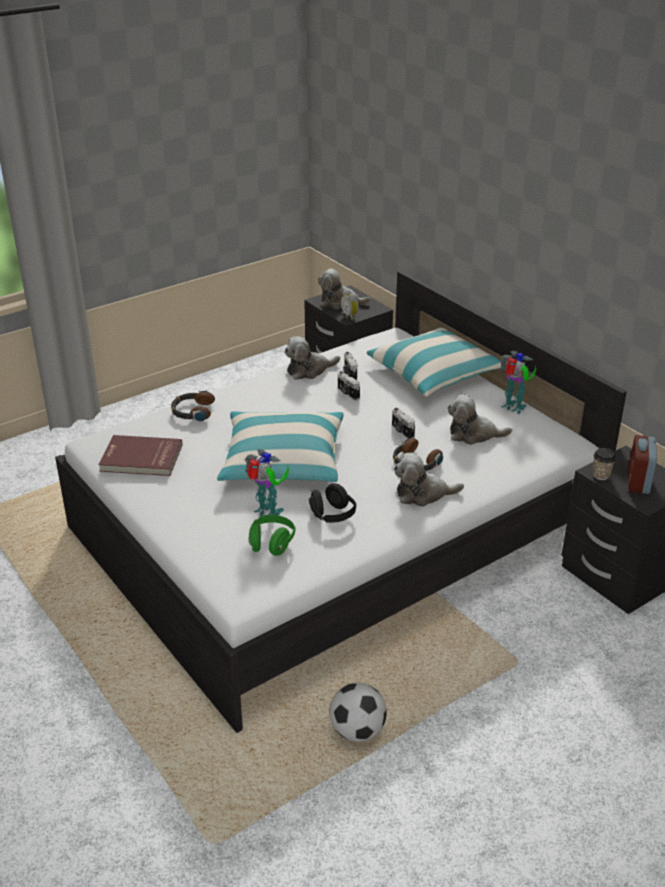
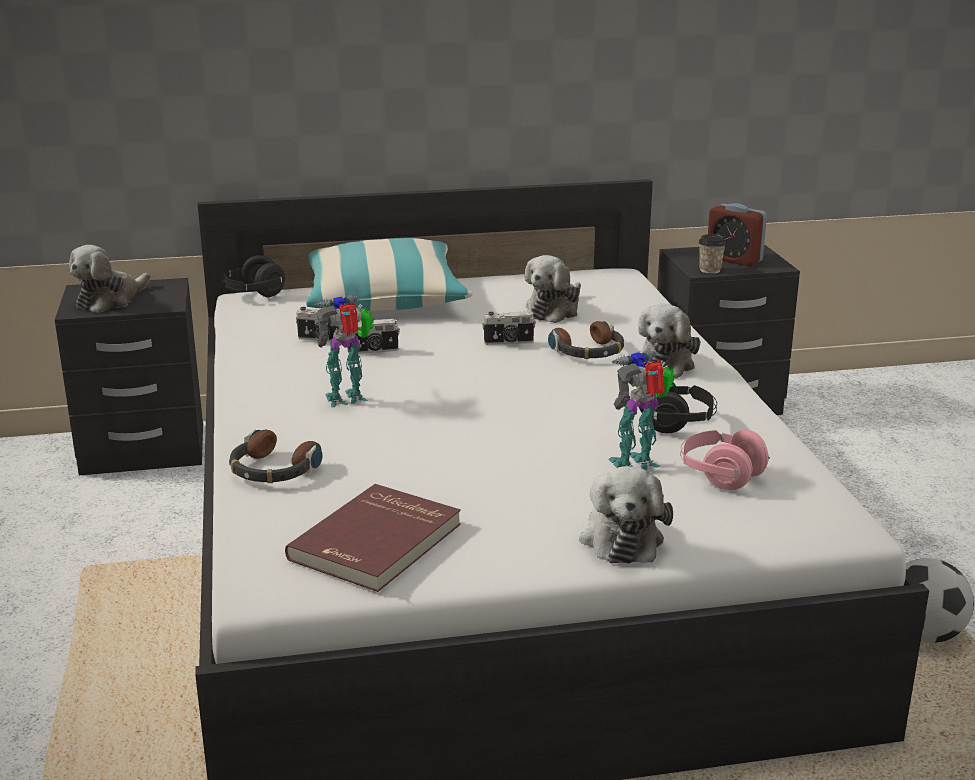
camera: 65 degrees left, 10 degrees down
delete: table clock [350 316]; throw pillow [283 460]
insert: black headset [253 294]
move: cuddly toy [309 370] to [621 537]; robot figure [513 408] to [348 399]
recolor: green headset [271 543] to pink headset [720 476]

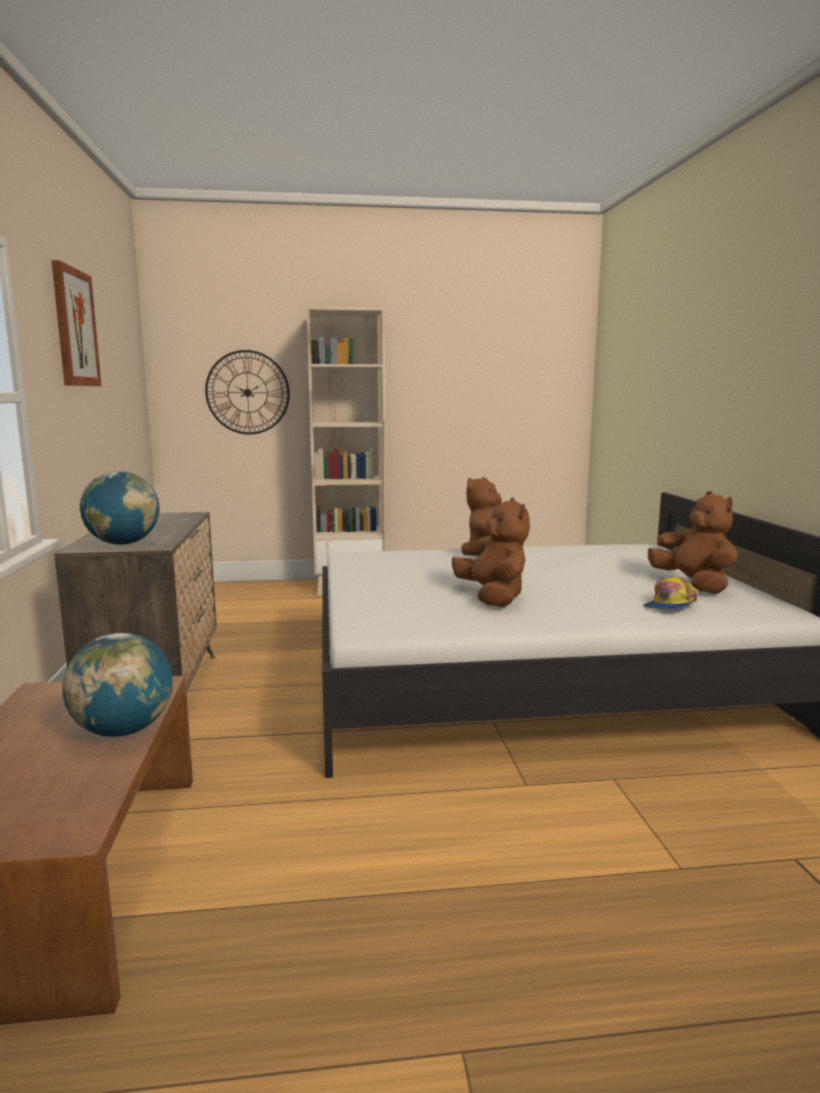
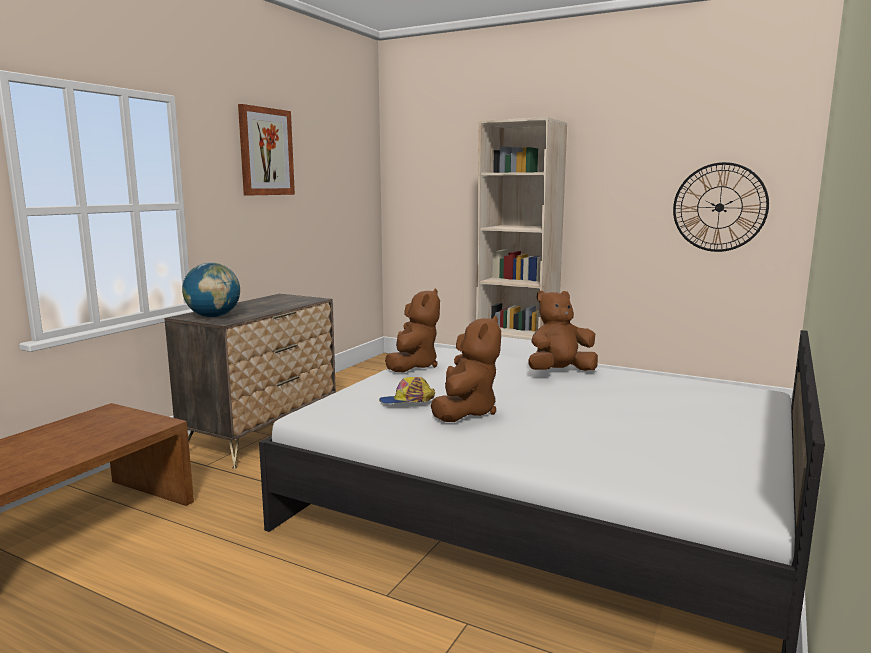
camera: 35 degrees right, 0 degrees up
delete: globe [123 731]
move: clock on the wall [247 392] to [719 207]; brown-coloured cuddly toy [693 585] to [413 366]; peaked cap [670 605] to [407 401]

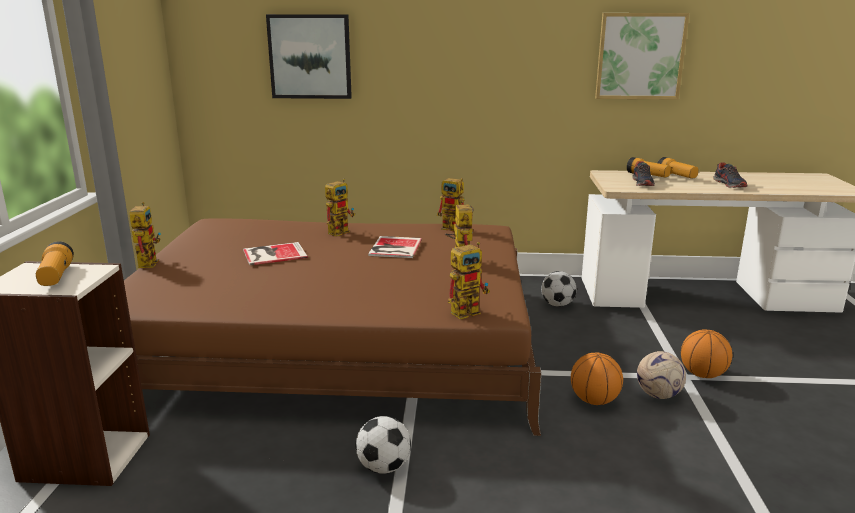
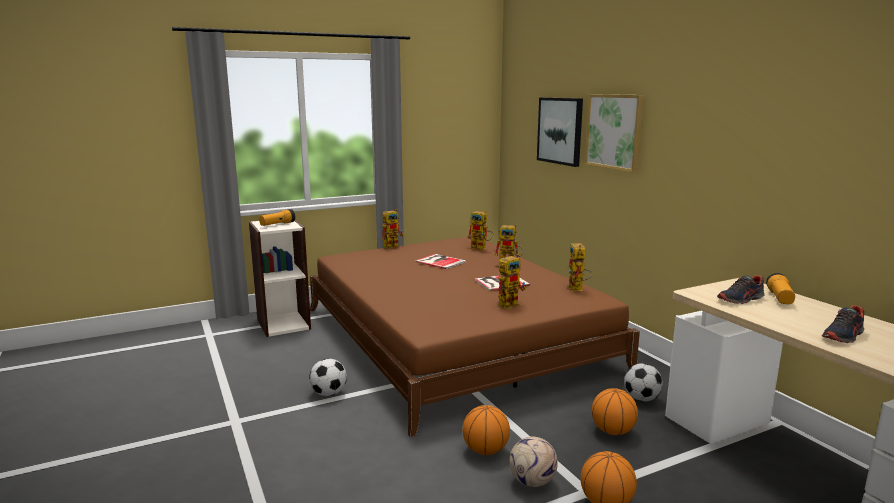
camera: 60 degrees right, 5 degrees down
delete: hand torch [676 176]
insert: ball for basketball [613 431]
move: wall picture [640 56] to [614 131]; robot figure [469 311] to [481 248]

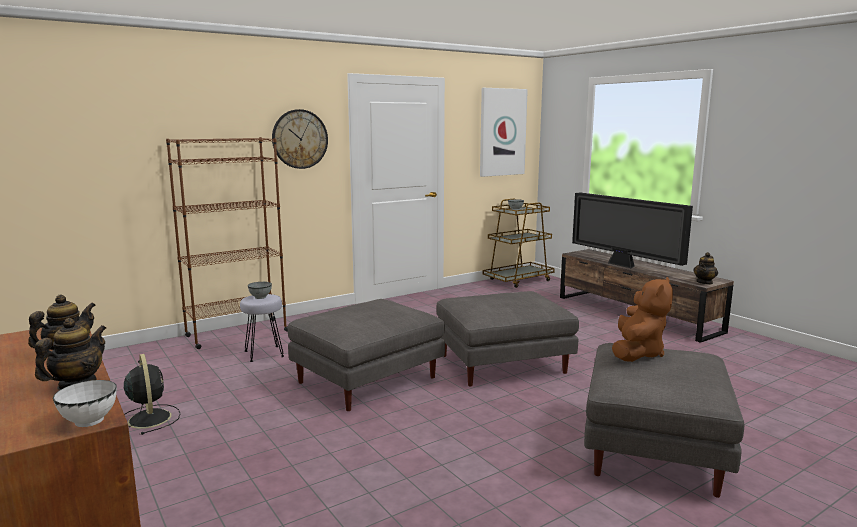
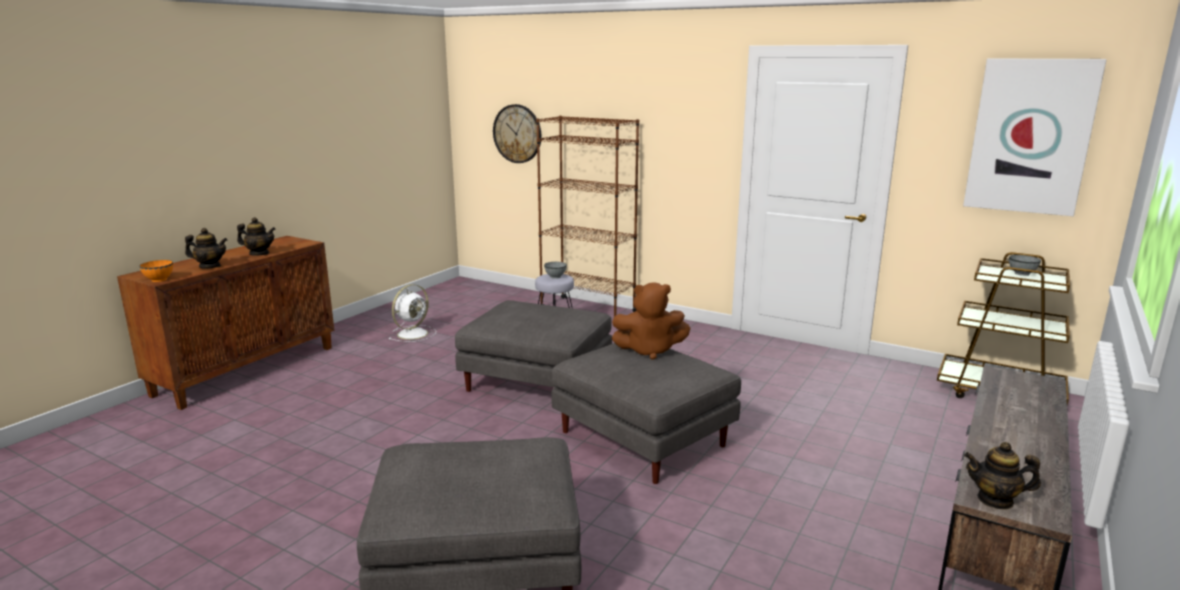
camera: 65 degrees right, 5 degrees up
delete: TV set [623 265]
move: clock on the wall [300 139] to [517 133]; brown-coloured cuddly toy [637 353] to [649 350]
recolor: black cooling fan [149 418] to whitish cooling fan [413 333]; whitish deep dish [90 420] to orange deep dish [159 280]

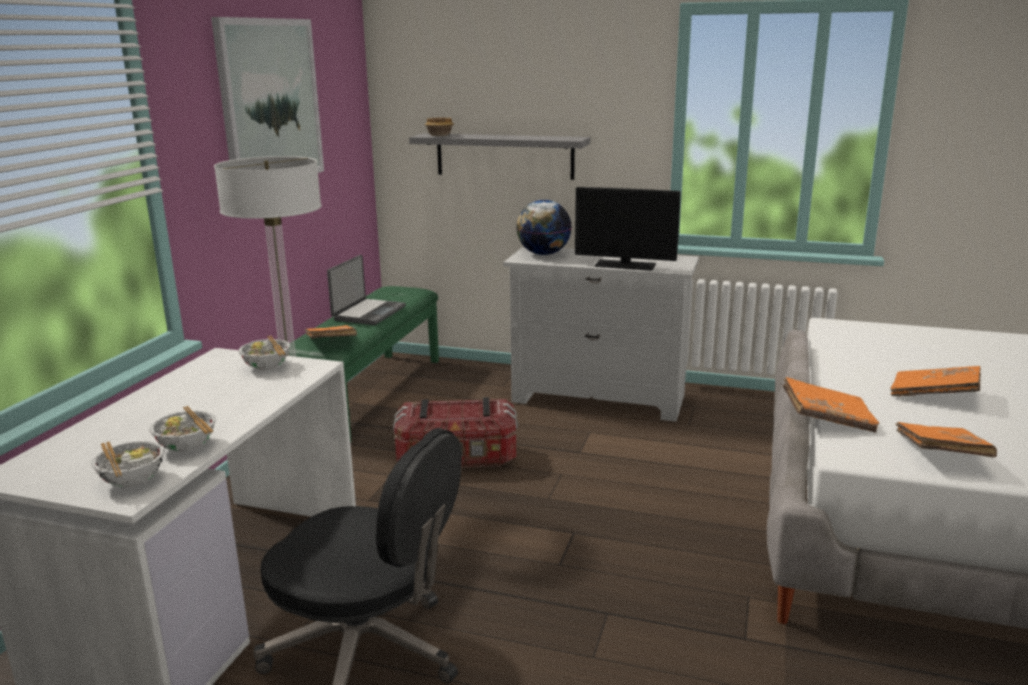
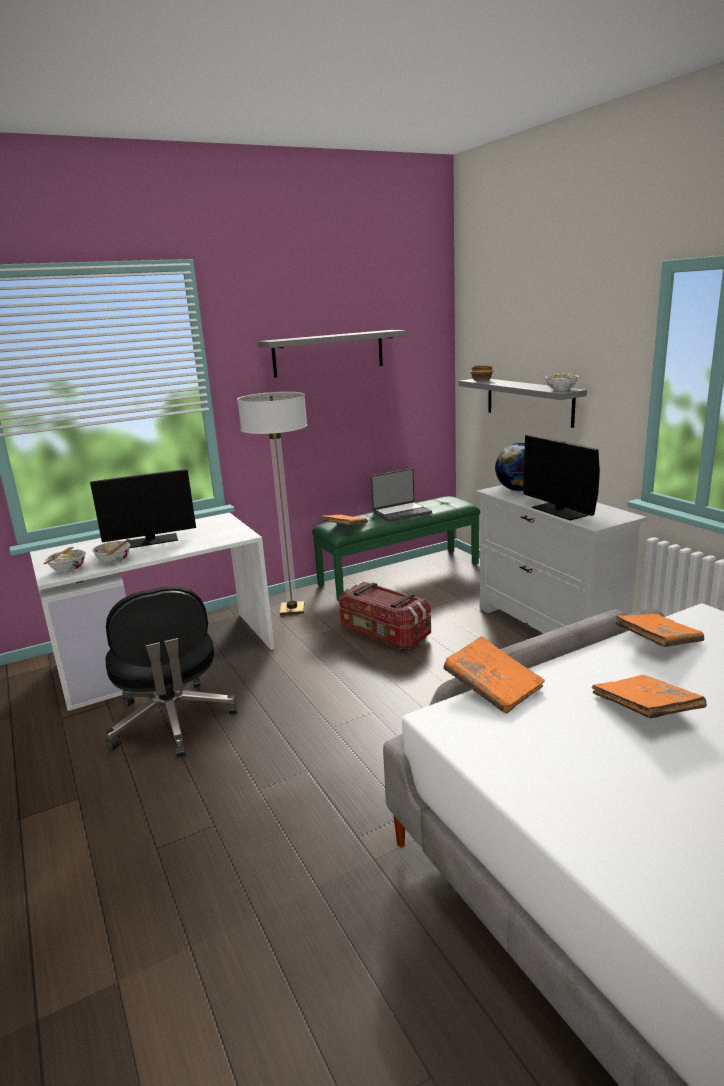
camera: 45 degrees right, 0 degrees up
insert: monitor [151 541]
move: deep dish [267 366] to [561 390]; orange bound book [940 454] to [657 641]
replace: wall picture [270 102] to grey shelf [329 353]

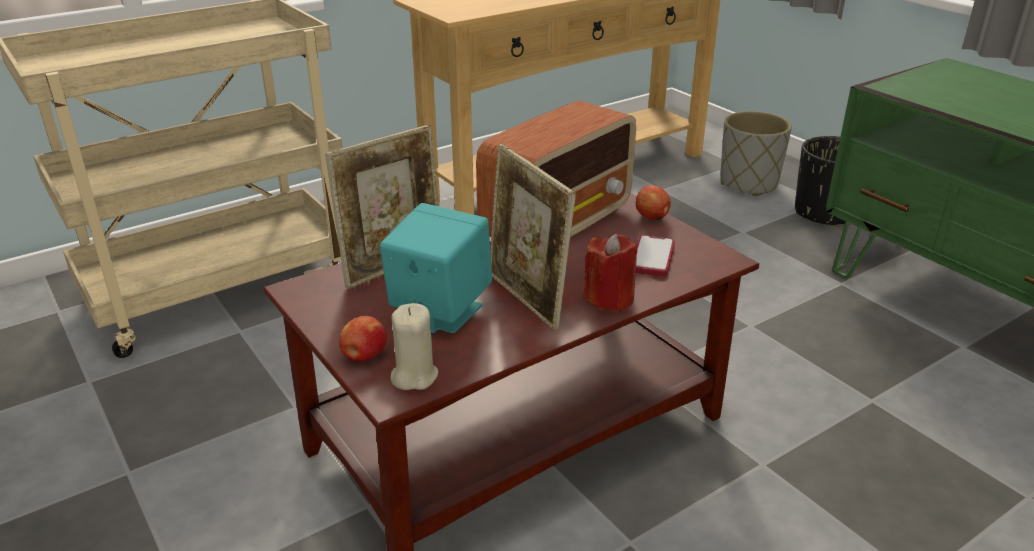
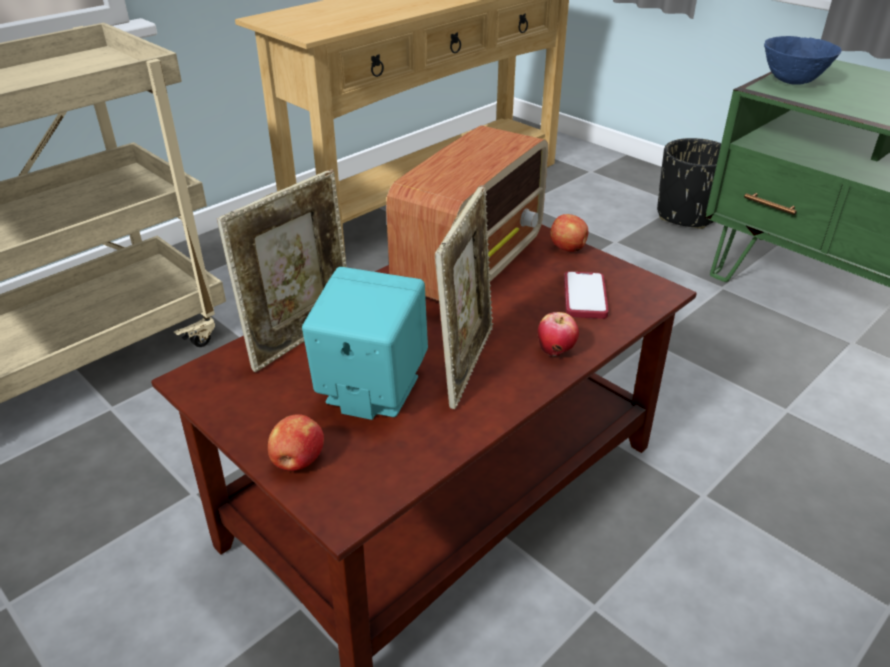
camera: 10 degrees left, 5 degrees up
delete: grey flower pot [749 184]; beige-coloured wax light [414 376]
insert: blue-coloured deep dish [793 82]
replace: red-coloured wax light [609 298] to apple [556 352]
rotate: standing frame [527 300] = [466 363] 120 degrees counterclockwise

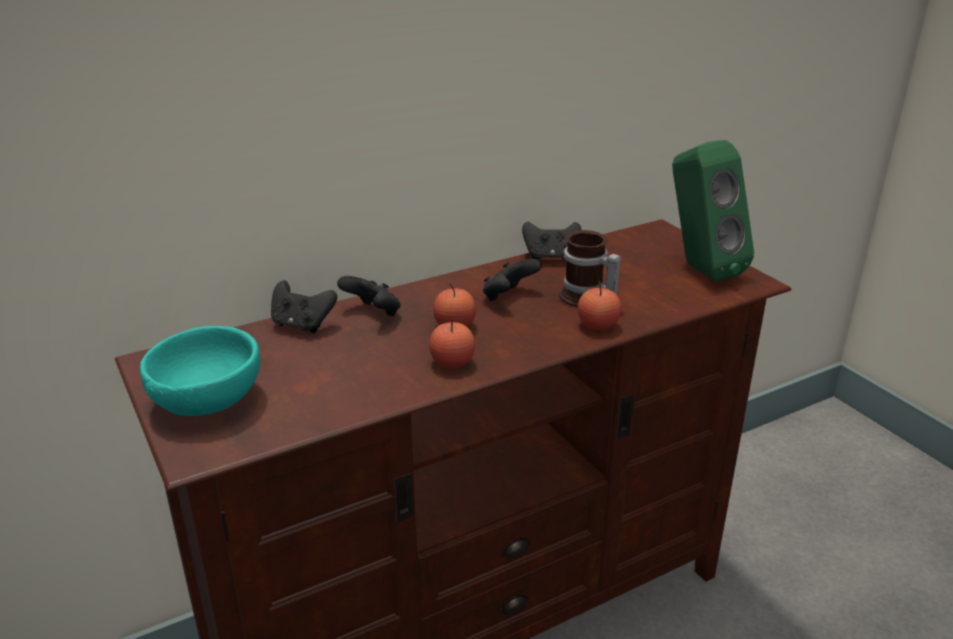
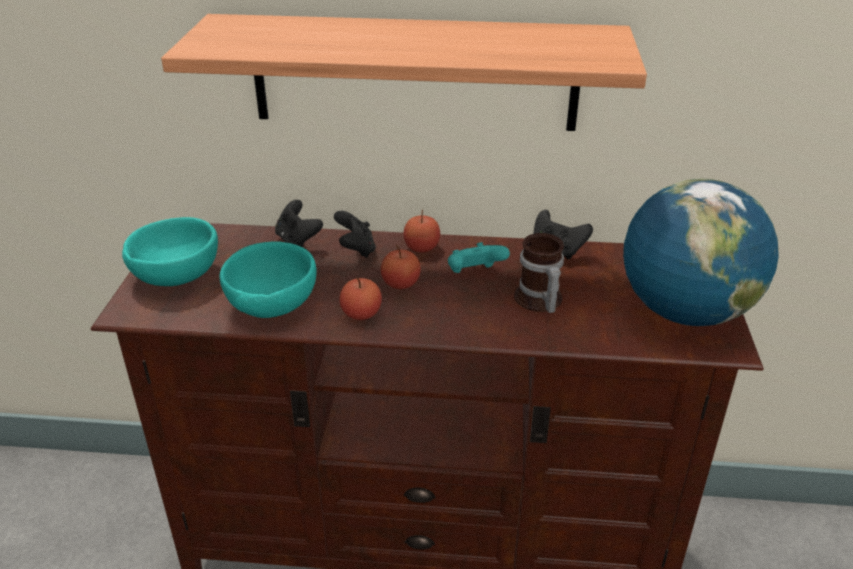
camera: 35 degrees right, 5 degrees up
insert: shelf [414 73]; blue-green deep dish [275 303]
move: apple [598 325] to [421 248]
replace: green loudspeaker [699 269] to globe [685 312]
recolor: black joypad [508 297] to blue-green joypad [474 274]

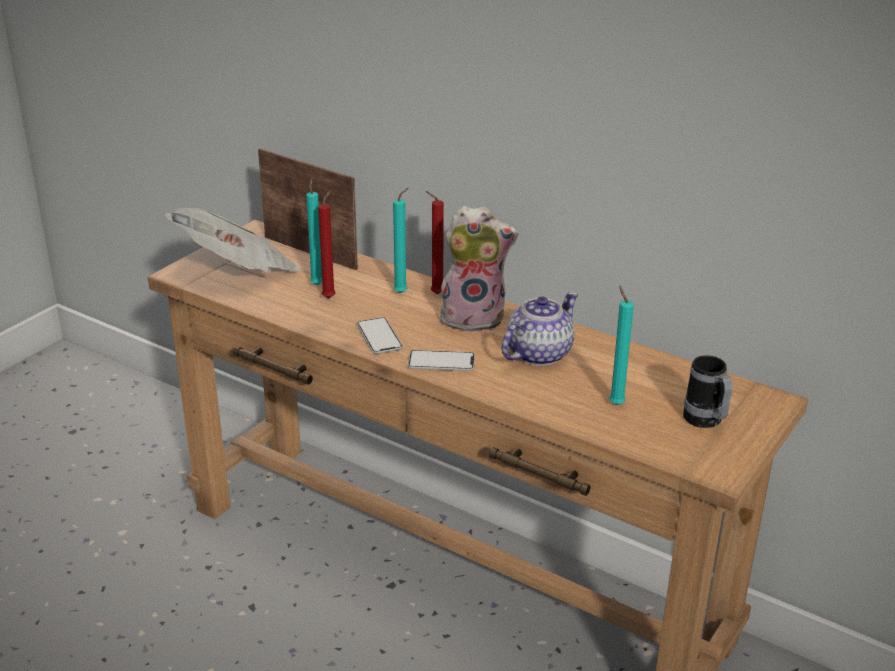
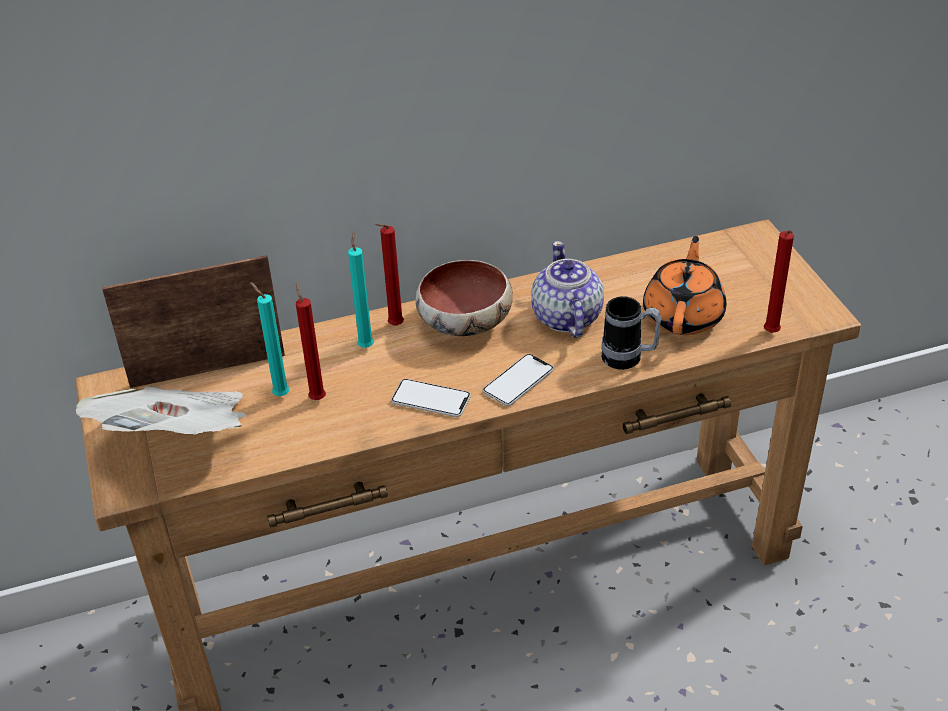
camera: 50 degrees left, 10 degrees up
insert: red-coloured wax light [771 334]
move: tea mug [706 422] to [629 359]
replace: cuddly toy [474 318] to deep dish [464 324]; blue-green wax light [615 403] to orange pot for tea [683 315]

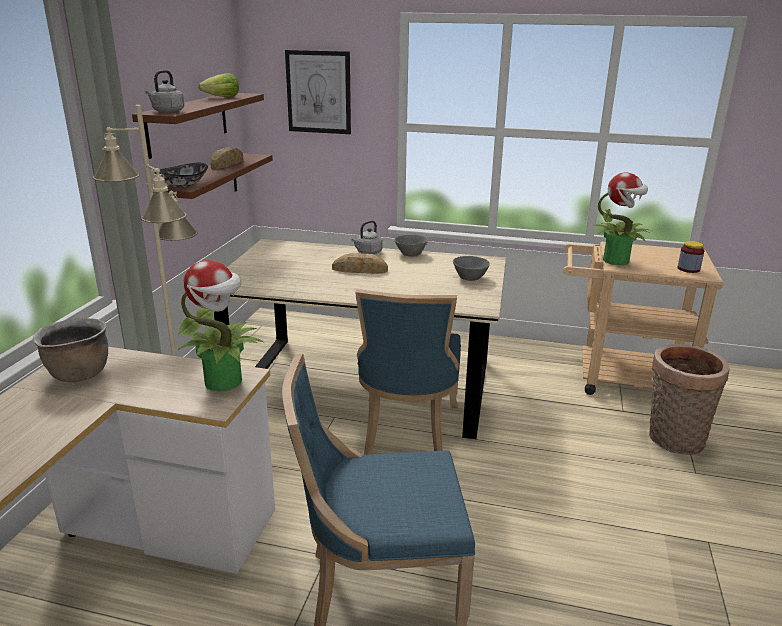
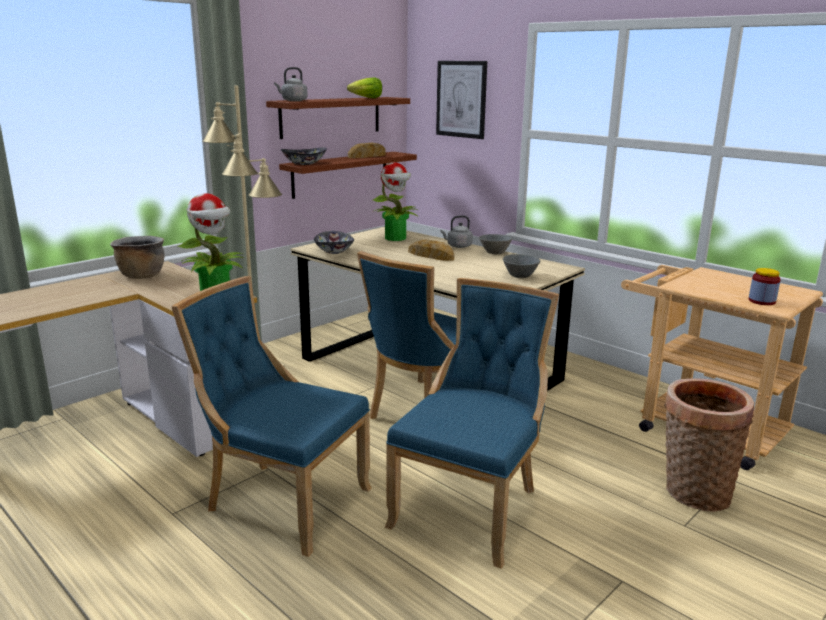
camera: 30 degrees right, 5 degrees down
insert: deep dish [334 251]; blue-coloured plain chair [471 507]
move: potted plant [617 261] to [396 238]

